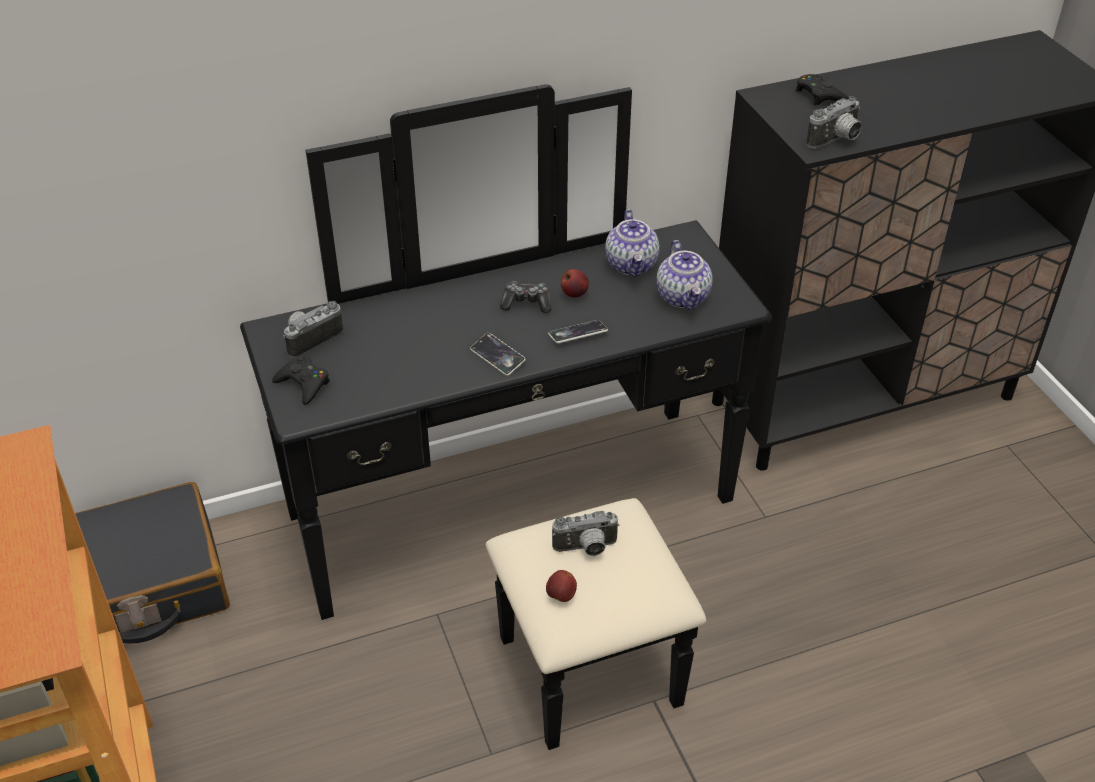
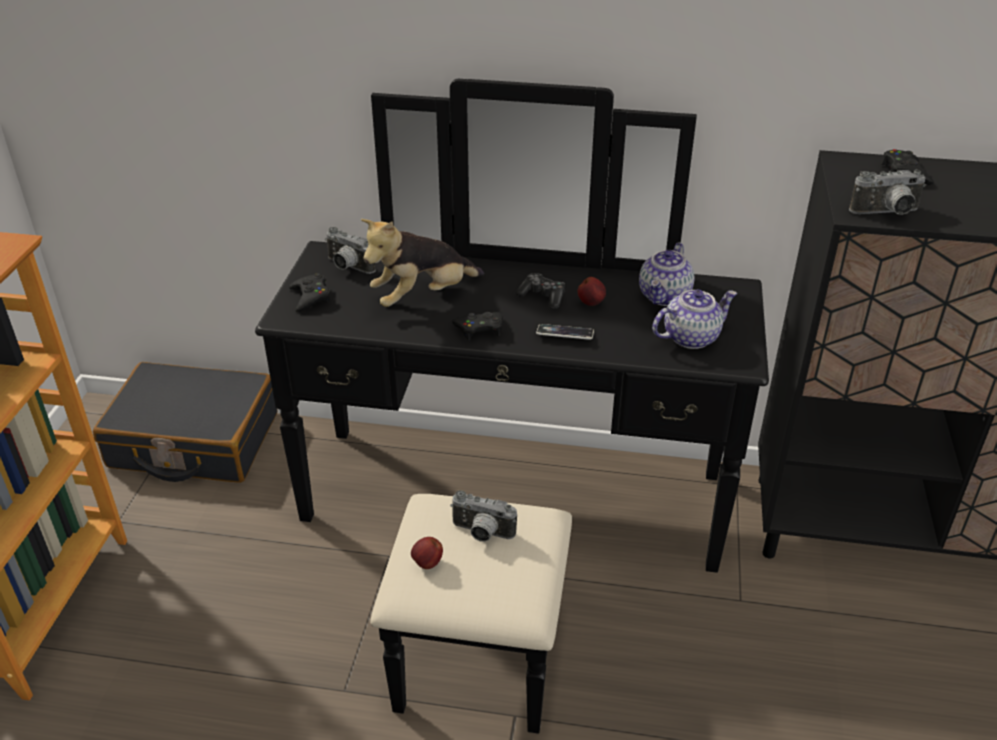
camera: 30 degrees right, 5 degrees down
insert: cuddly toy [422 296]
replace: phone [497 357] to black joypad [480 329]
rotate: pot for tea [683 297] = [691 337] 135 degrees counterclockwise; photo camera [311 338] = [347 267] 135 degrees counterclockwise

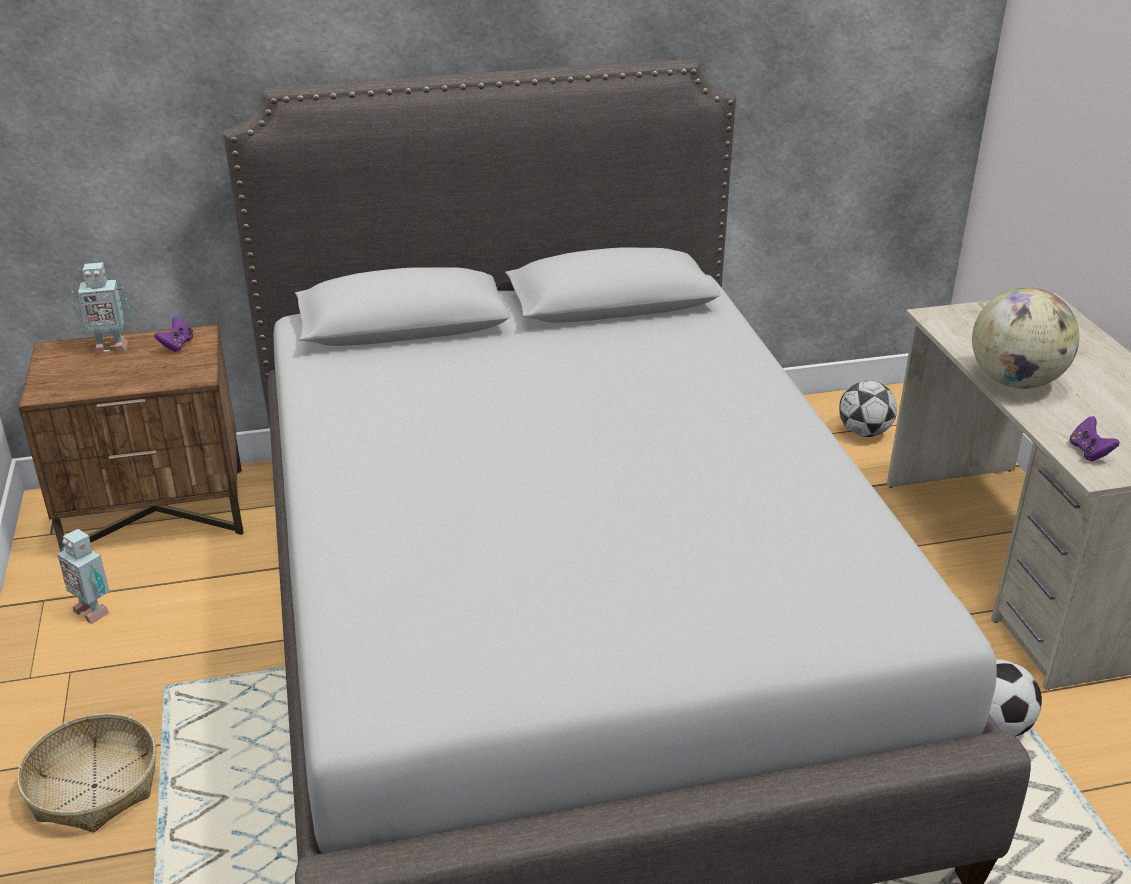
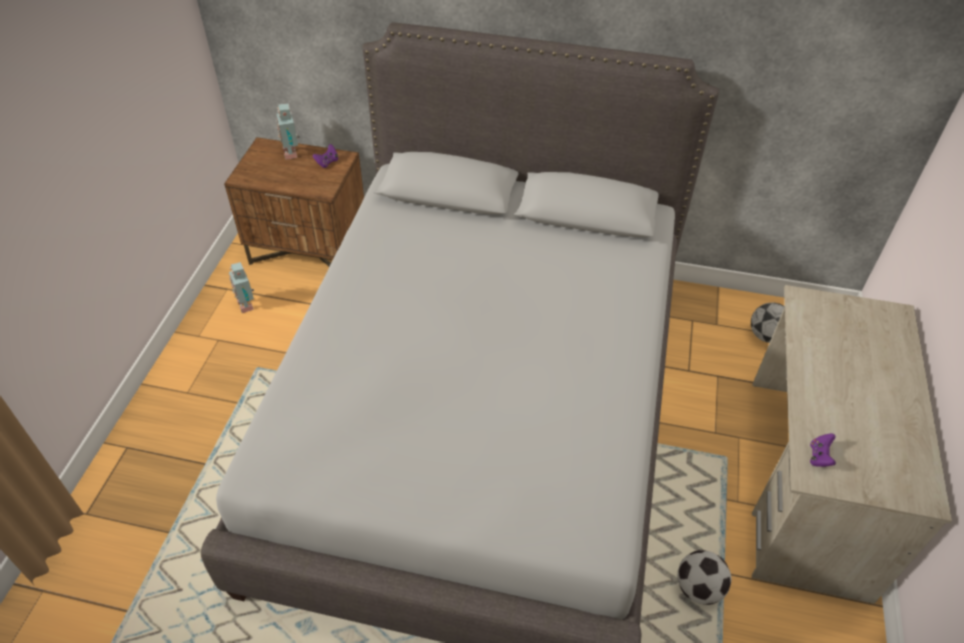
camera: 25 degrees right, 15 degrees up
delete: globe [1015 382]; storage basket [95 786]
rotate: robot figure [110 347] = [292 153] 60 degrees clockwise

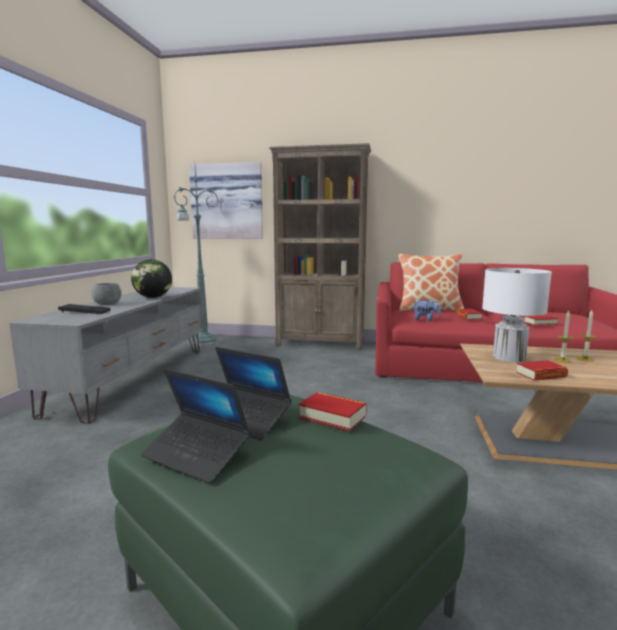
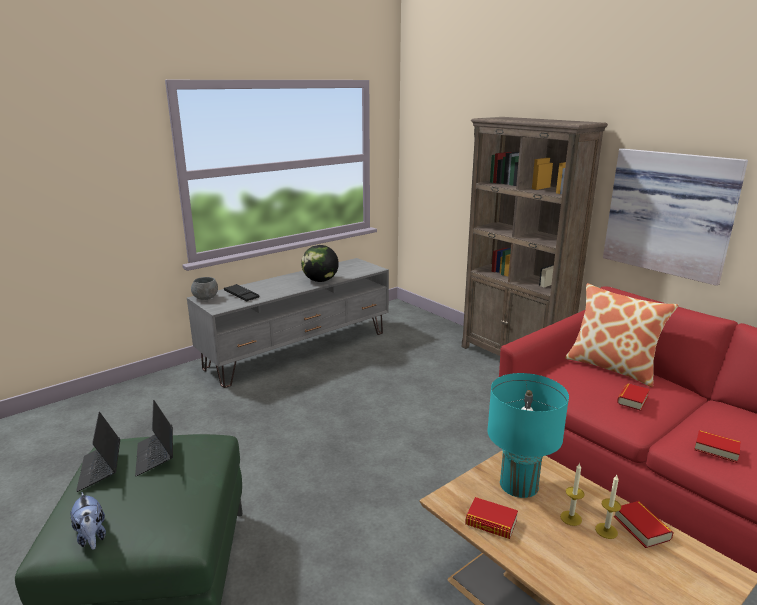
camera: 40 degrees right, 10 degrees up
delete: green floor lamp [202 340]
move: wall picture [227 201] to [670 213]; grey deep dish [107 304] to [205 298]; cuddly toy [425 320] to [92 537]; bound book [332 417] to [641 528]
recolor: whitish table lamp [509 357] to blue-green table lamp [519 484]

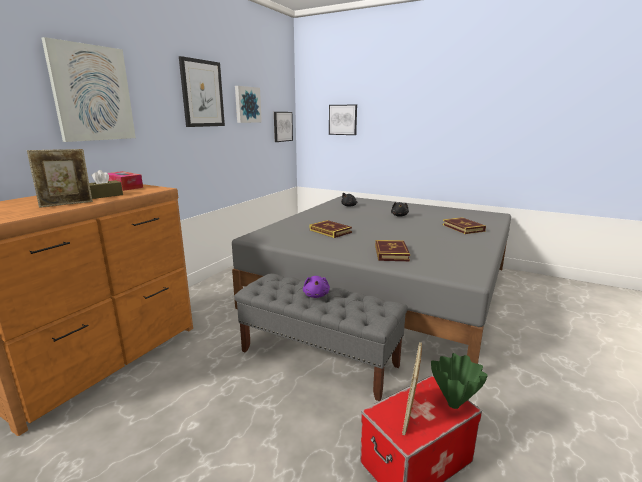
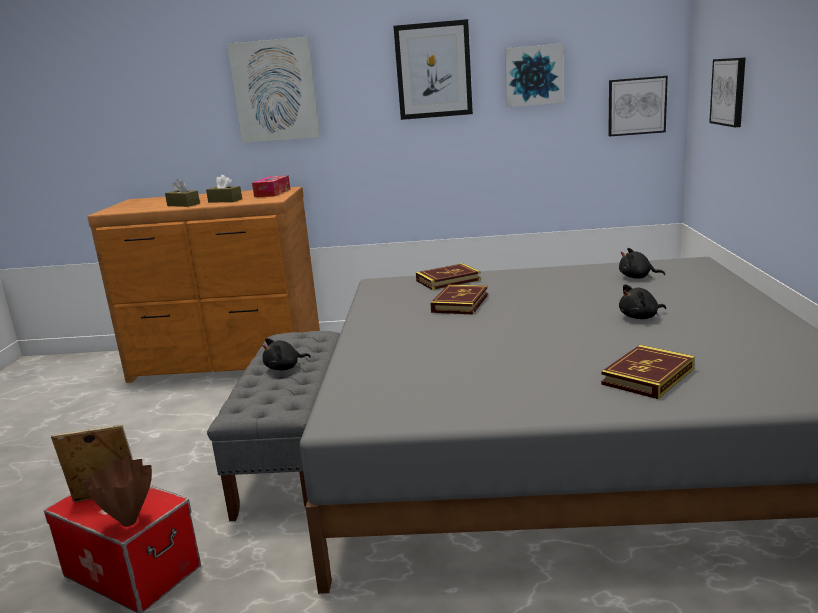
camera: 65 degrees right, 0 degrees up
move: bound book [391 253] to [448 280]
replace: standing frame [67 204] to brown-coloured box of tissues [183 204]
recolor: purplish cuddly toy [316 295] to black cuddly toy [284 368]; green decorative vase [454 405] to brown-coloured decorative vase [128 523]

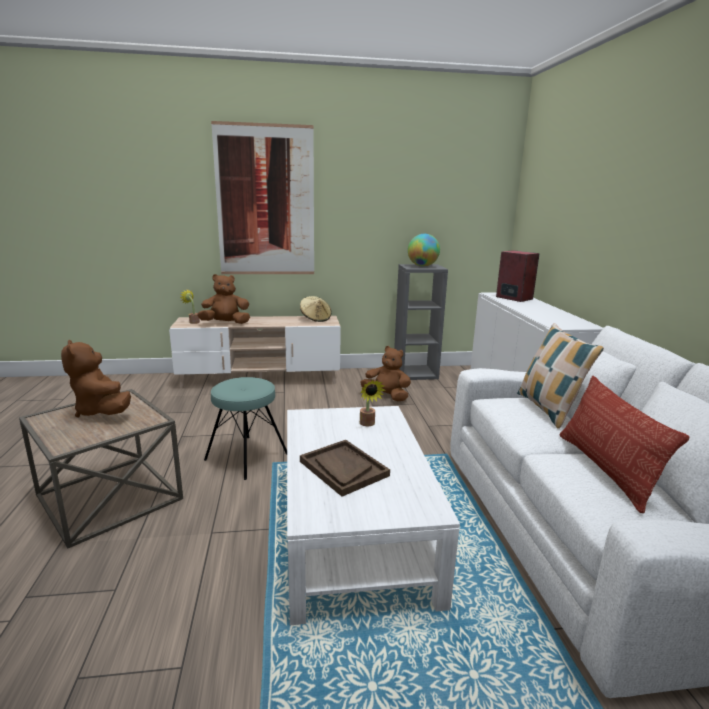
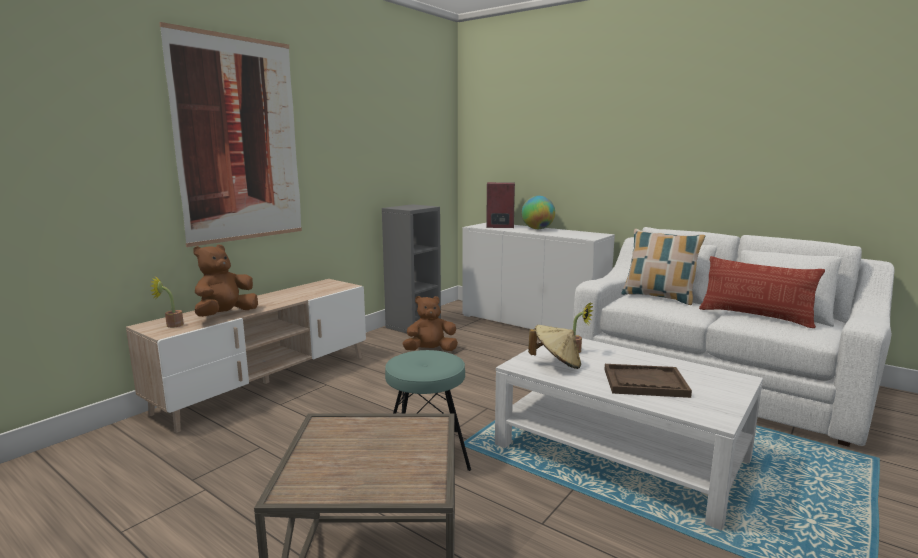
camera: 45 degrees left, 5 degrees down
delete: brown-coloured cuddly toy [102 411]
move: globe [422 266] to [537 229]; beige-coloured hat [315 319] to [556 364]

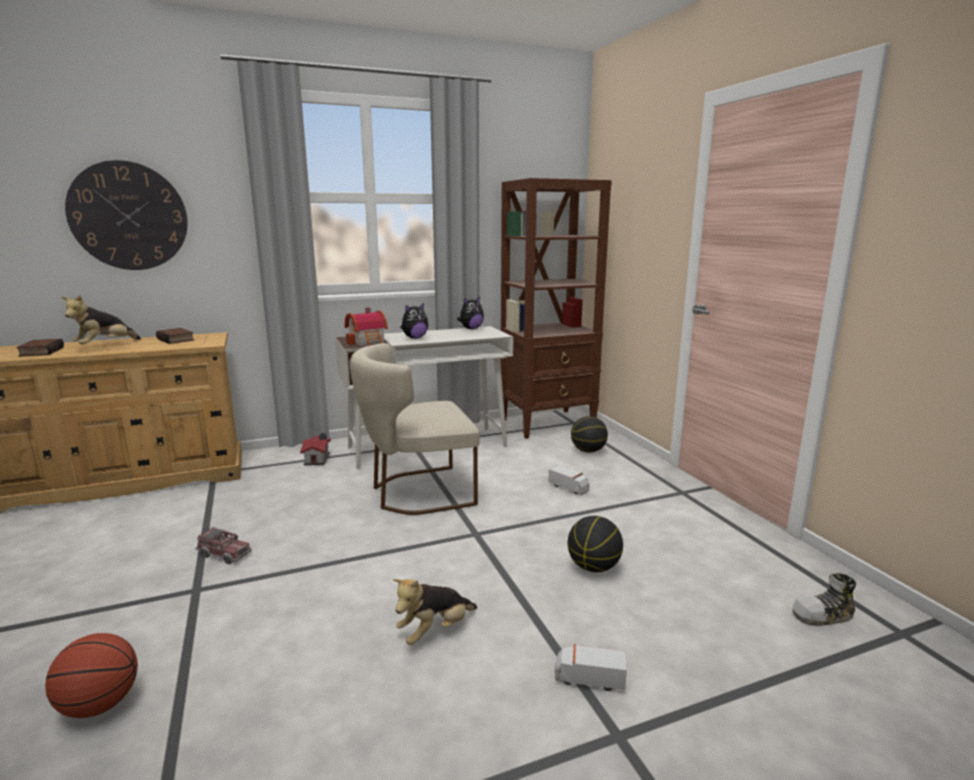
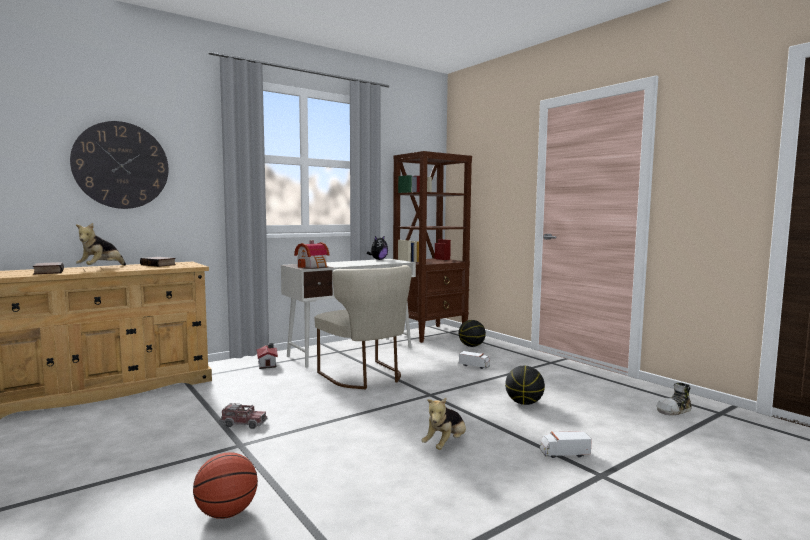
camera: 15 degrees left, 10 degrees down
delete: cuddly toy [414 338]
rotate: beige-coloured plain chair [416 492] = [366 377] 90 degrees counterclockwise

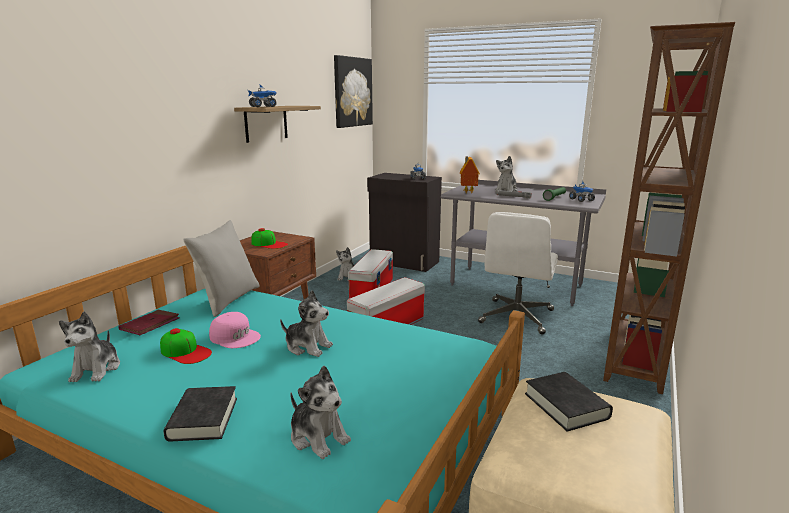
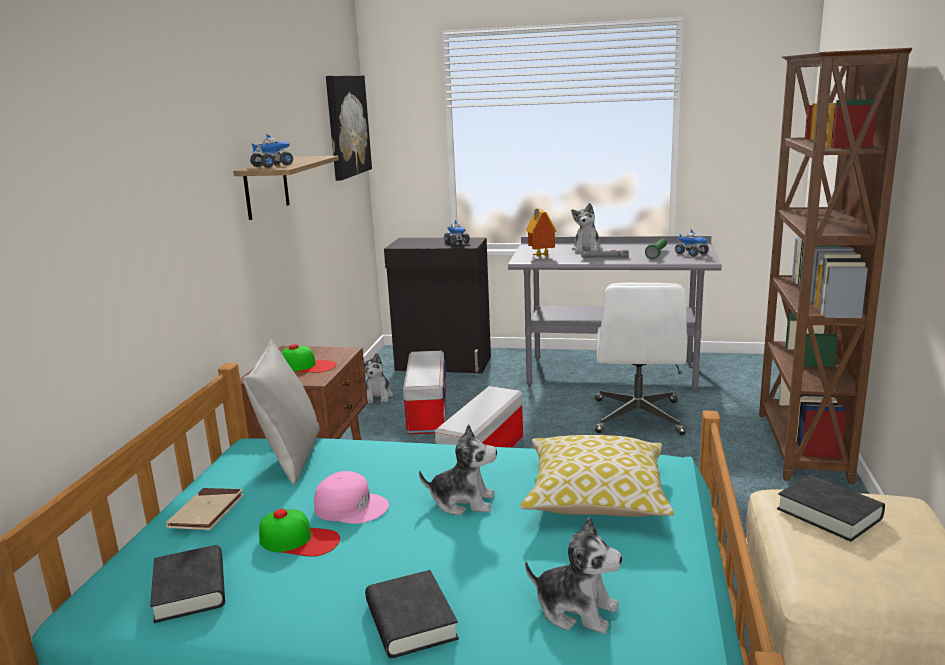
camera: 15 degrees left, 0 degrees up
insert: throw pillow [595 496]
replace: cuddly toy [96 369] to black bound book [190 589]
recolor: red-coloured bound book [150 324] to beige-coloured bound book [207 512]

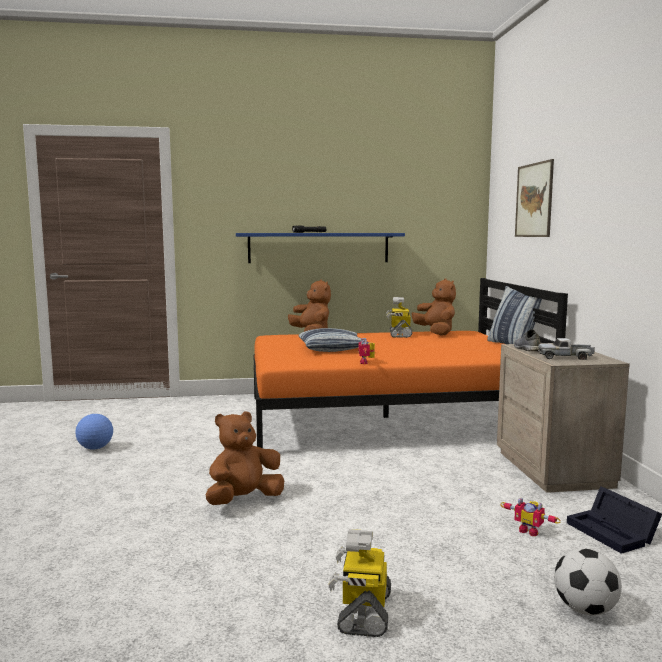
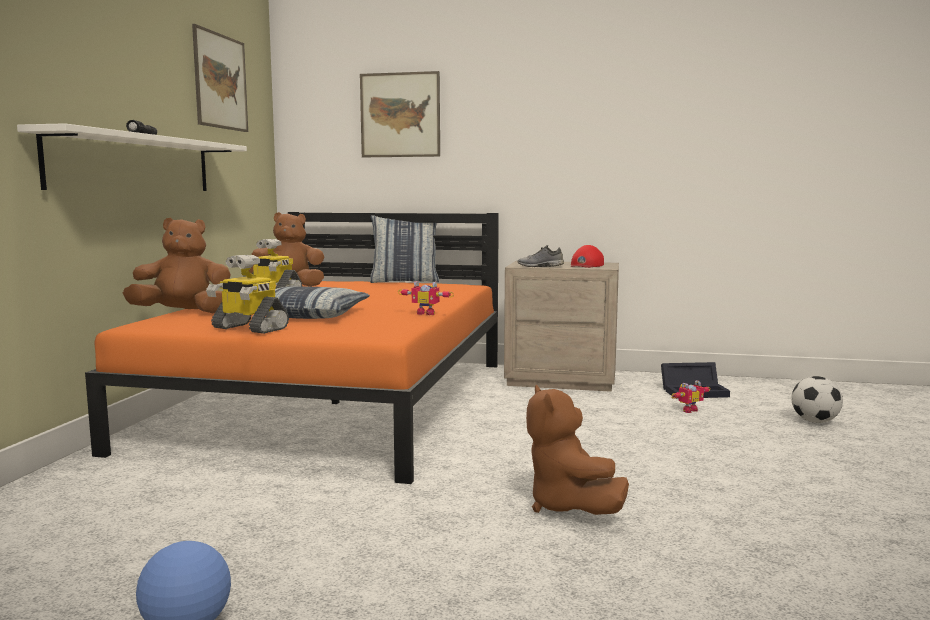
camera: 70 degrees left, 0 degrees up
insert: wall picture [220 81]
move: robot figure [363 612] to [248 328]
replace: toy truck [565 357] to red-coloured peaked cap [586 265]
recolor: blue-coloured shelf [318 247] to whitish shelf [134 164]

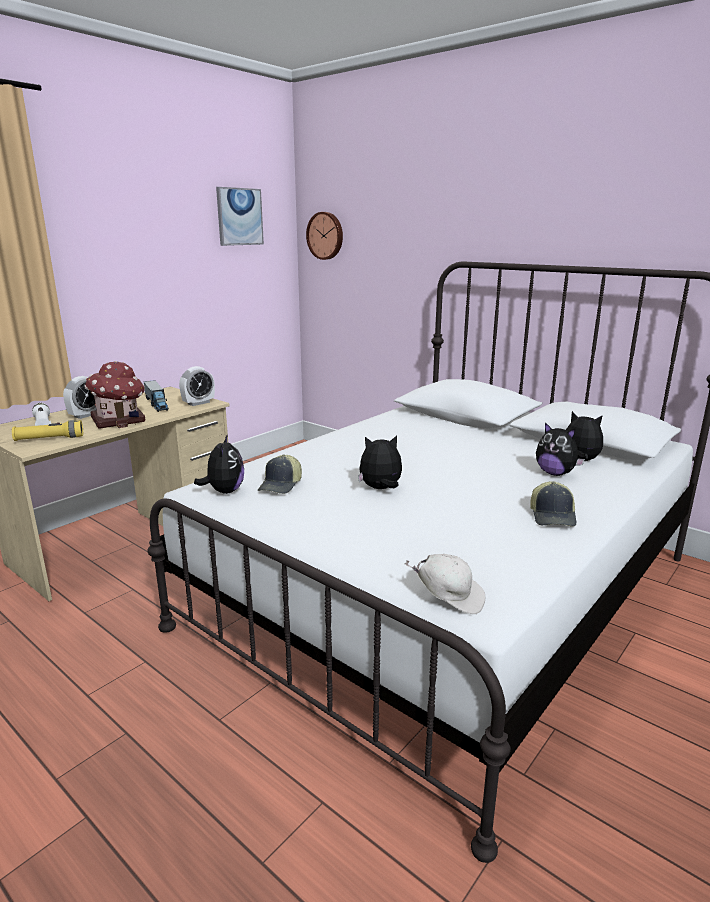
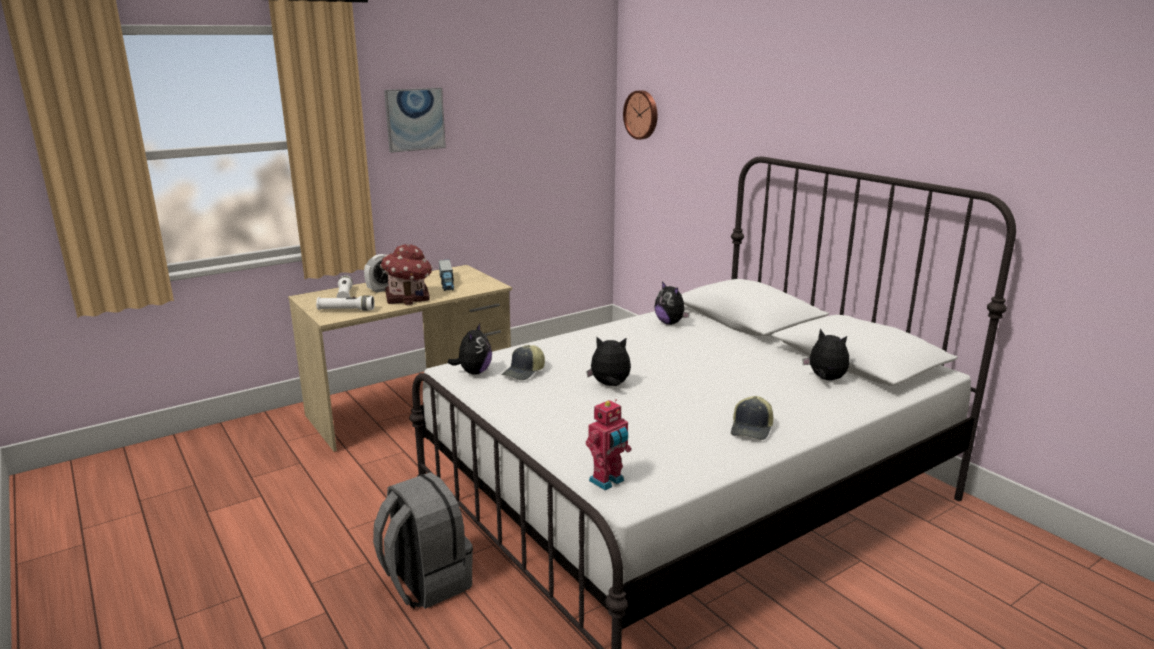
camera: 15 degrees right, 0 degrees up
delete: table clock [198 403]
insert: grey rucksack [425 582]
move: wall picture [239 216] to [415 119]; cuddly toy [555 473] to [670 323]
replace: whitish peaked cap [449 598] to robot figure [608 481]
recolor: yellow-coloured hand torch [49 439] to whitish hand torch [346 310]

